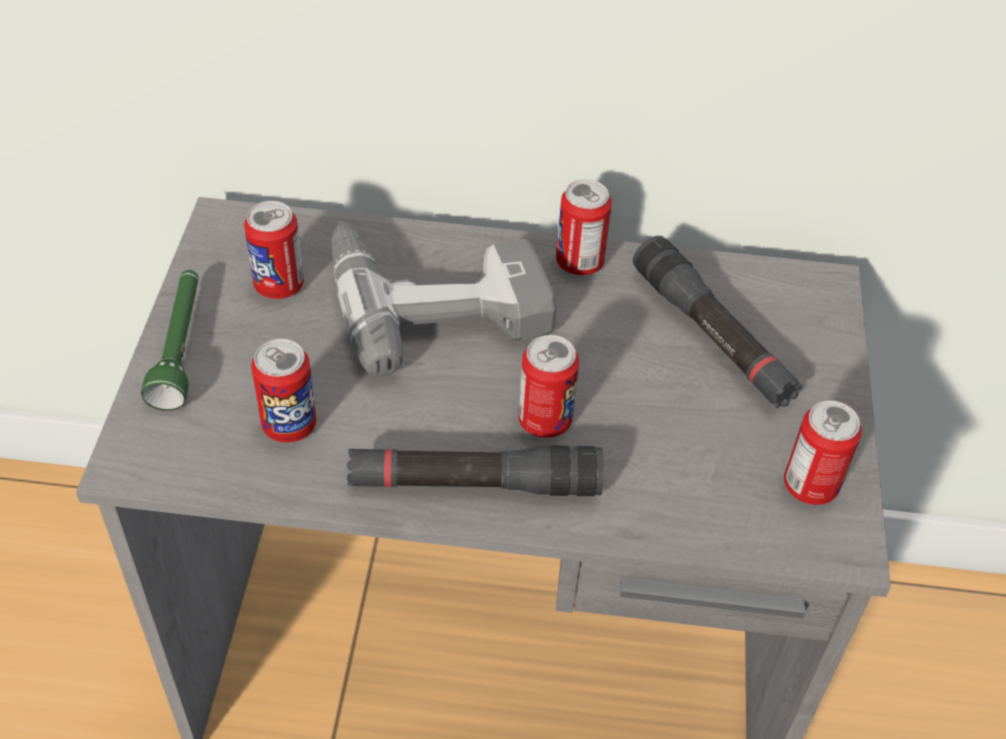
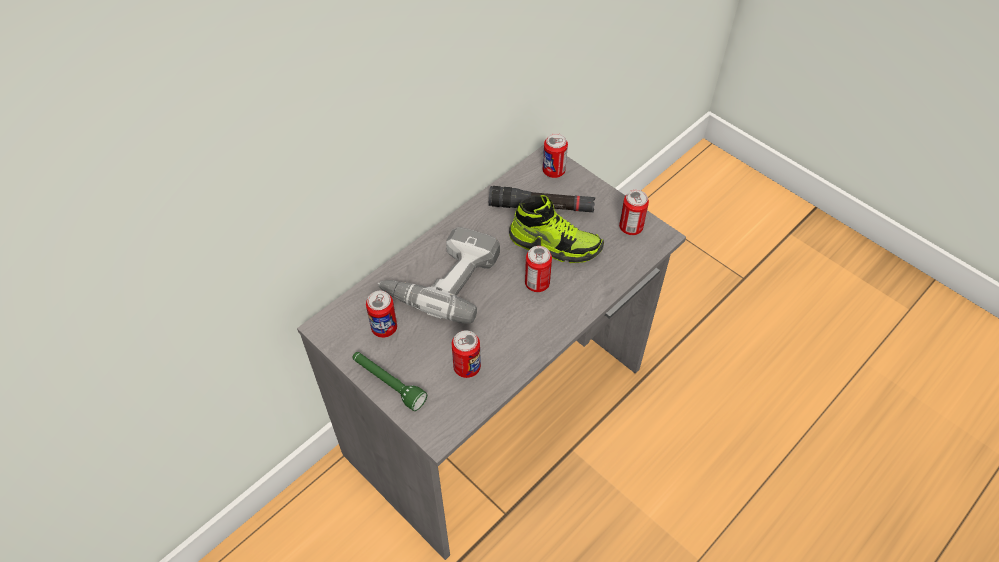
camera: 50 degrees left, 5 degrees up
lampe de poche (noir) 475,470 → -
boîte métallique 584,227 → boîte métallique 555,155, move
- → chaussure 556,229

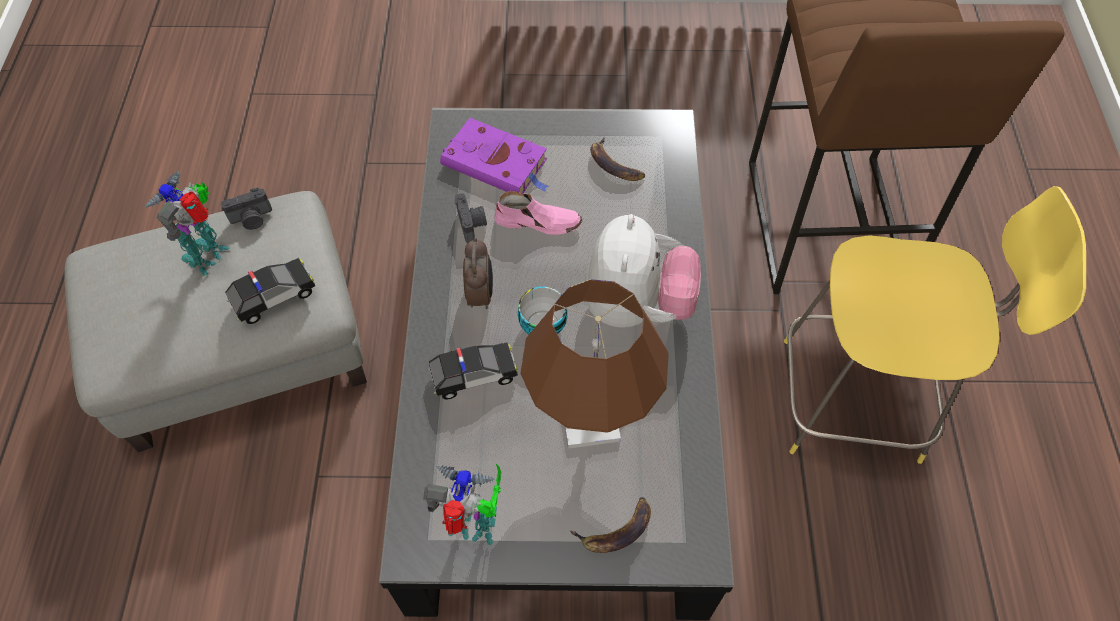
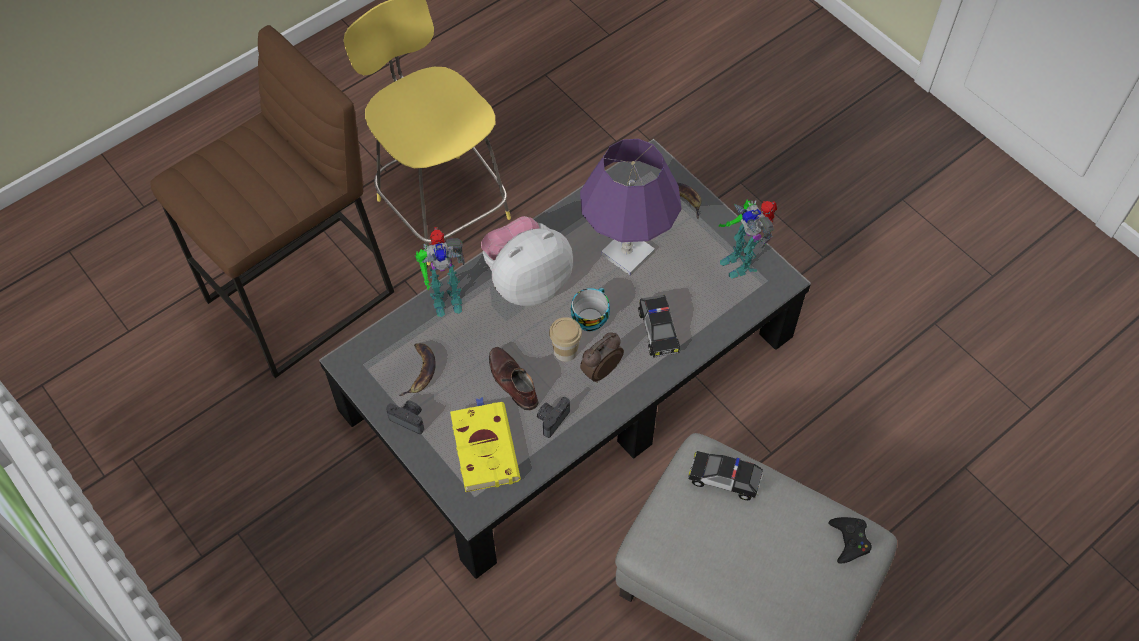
camera: 130 degrees left, 0 degrees up
robot jouet 187,223 → robot jouet 440,272, move
appareil photo 246,209 → appareil photo 405,417, move
petite voiture 473,371 → petite voiture 659,326, 135 degrees counterclockwise
livre (violet) 494,156 → livre (jaune) 485,444
chaussure (rose) 538,213 → chaussure (marron) 514,379
lampe de table (marron) 594,364 → lampe de table (violet) 631,207
- → tasse 565,339
- → manette (noir) 850,540

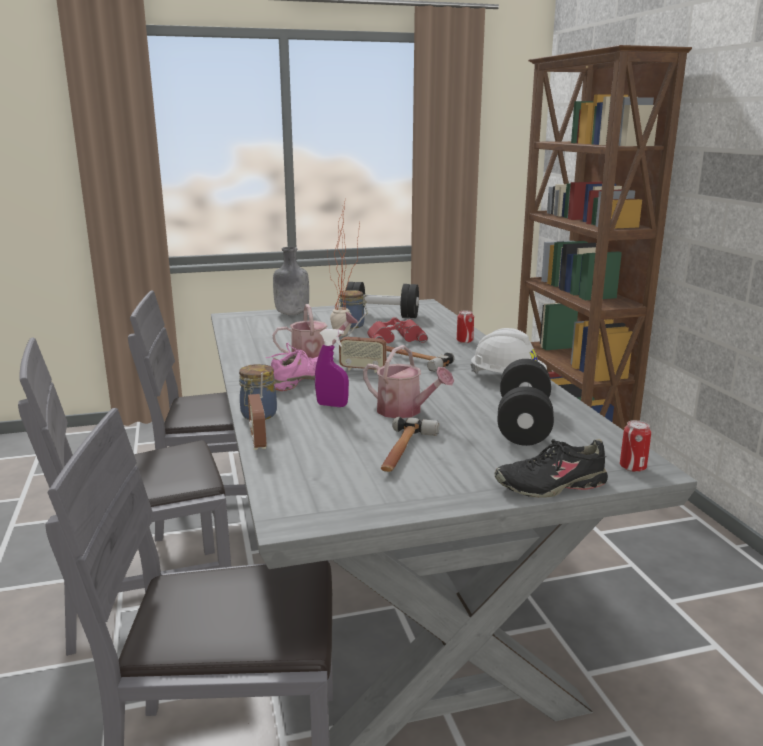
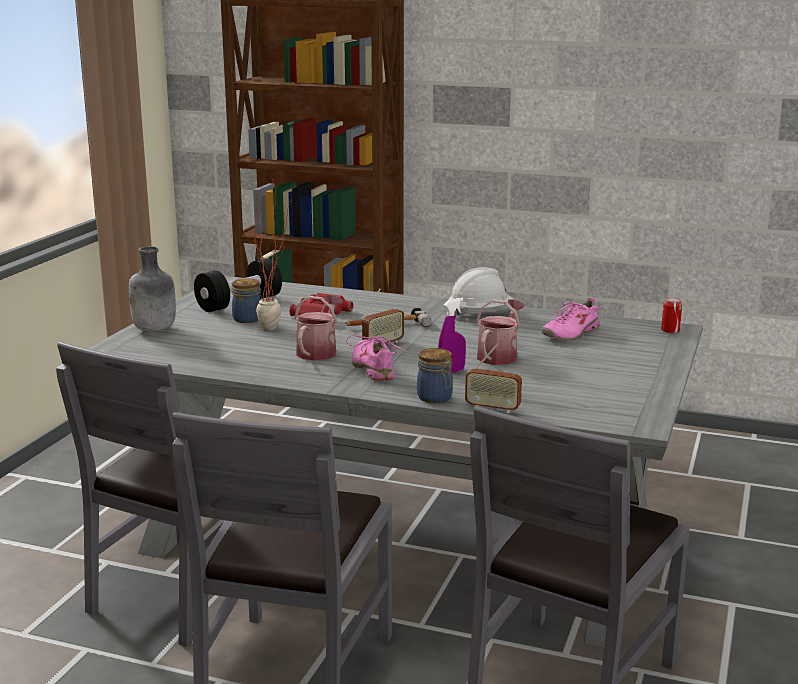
camera: 55 degrees left, 0 degrees up
arrosoir 408,381 → arrosoir 501,332, 45 degrees counterclockwise
marteau 410,444 → -
boîte métallique 465,327 → -
chaussure (noir) 551,468 → -
haltère (noir) 525,402 → chaussure (rose) 571,318

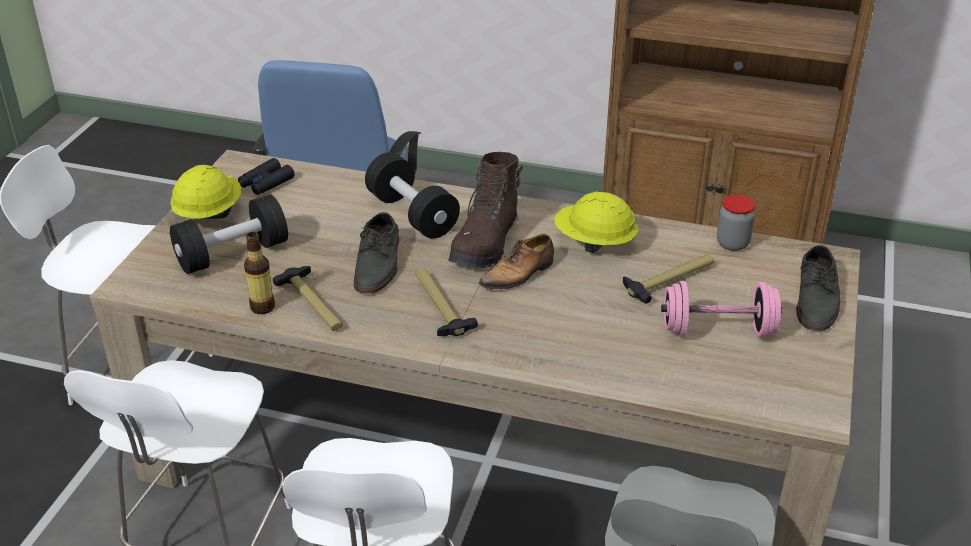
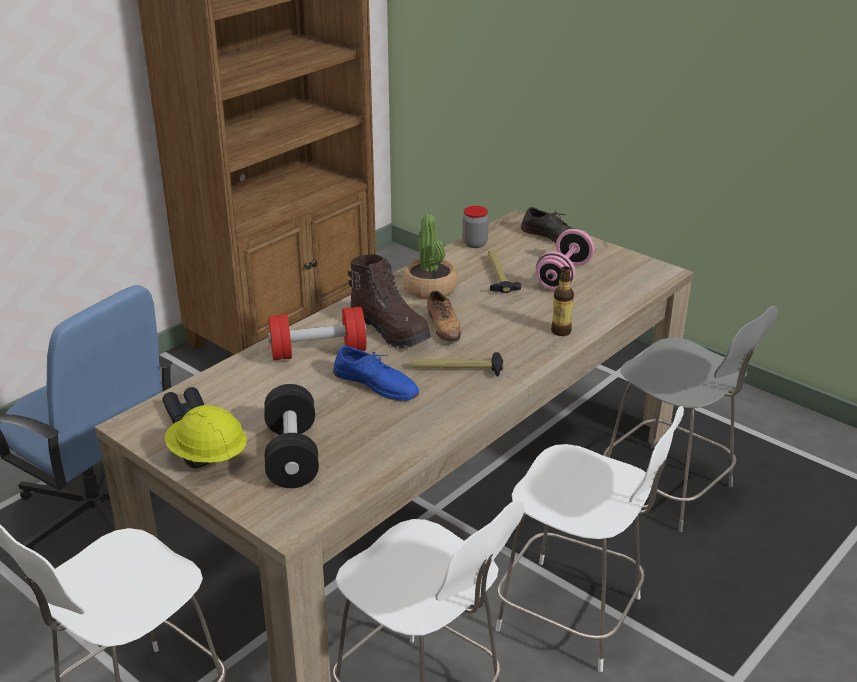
camera: 65 degrees left, 5 degrees down
bouteille 259,273 → bouteille 562,301, move
marteau 308,298 → -
chaussure (gris) 376,252 → chaussure (bleu) 376,373
haltère (noir) 412,195 → haltère (rouge) 317,333
casque de chantier (jaune) 596,222 → plante en pot 430,257

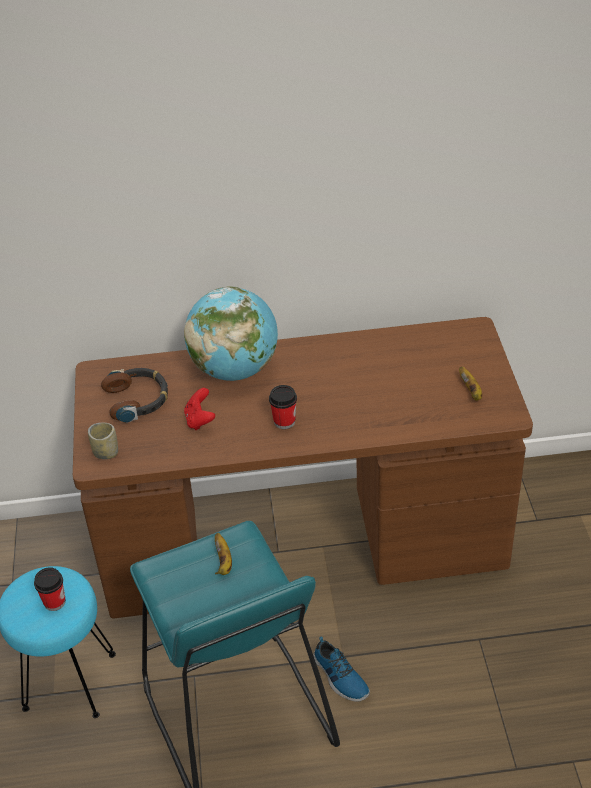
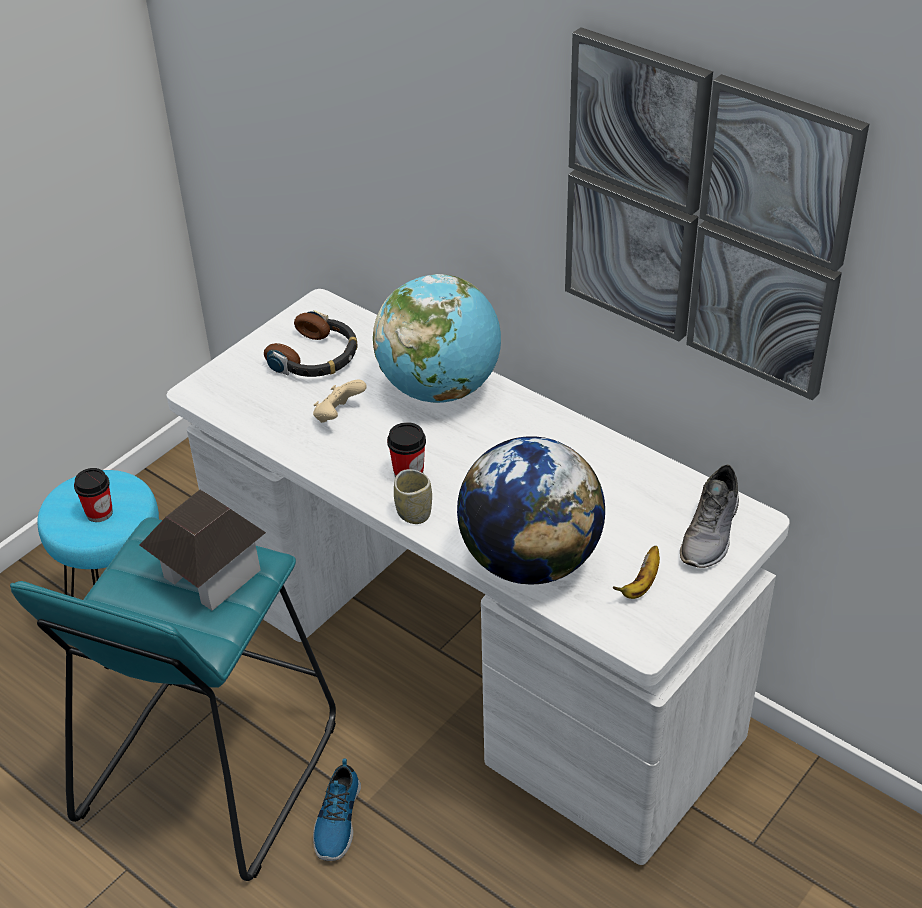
camera: 45 degrees right, 0 degrees up
bureau (marron) 303,467 → bureau (blanc) 478,577
tasse 103,441 → tasse 413,496, move
manette (rouge) 199,409 → manette (beige) 340,401
banane 223,554 → maison miniature 203,550
- → globe 531,511
- → tableau 717,214
- → chaussure (gris) 709,516

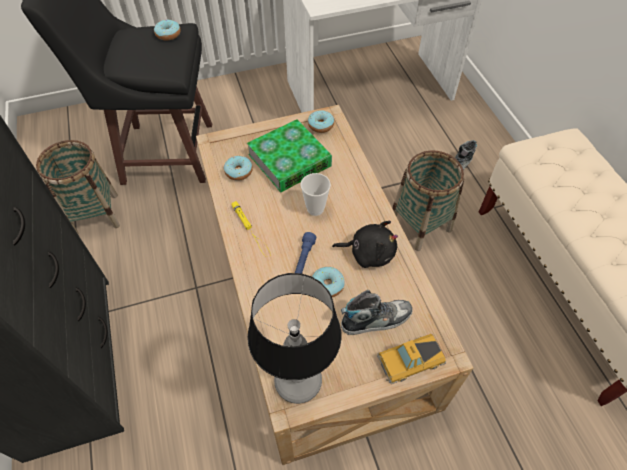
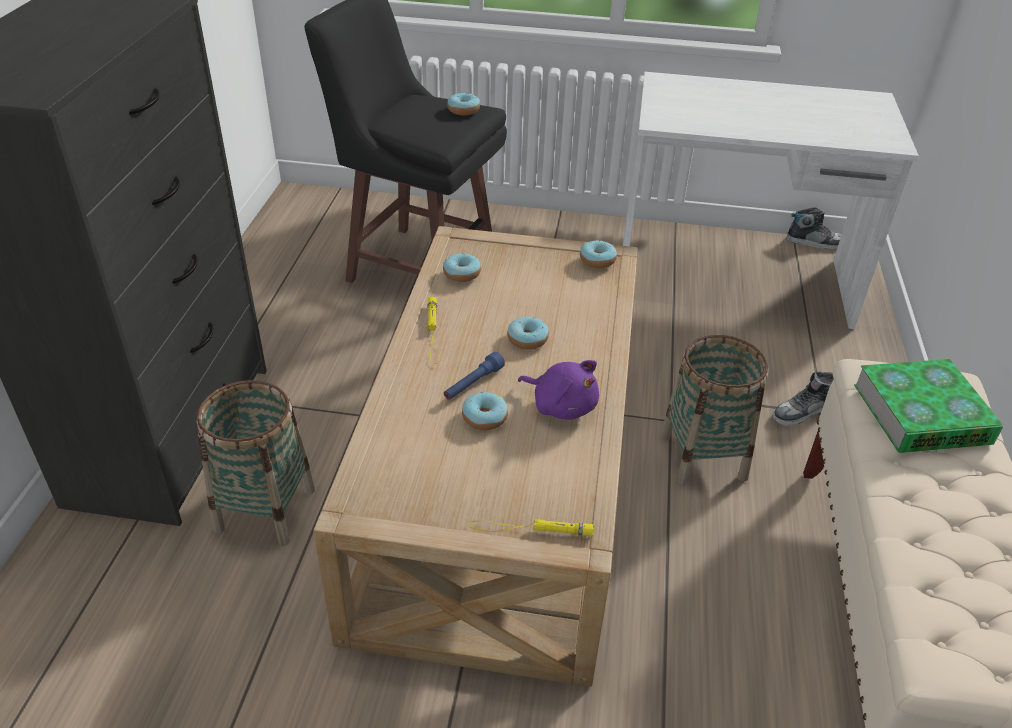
camera: 25 degrees right, 15 degrees down
panier 78,187 → panier 256,463, move
livre 289,155 → livre 928,406, move
lampe de table 295,338 → -
tasse 316,194 → beignet 528,333
peluche (noir) 365,244 → peluche (violet) 558,390
chaussure 377,312 → chaussure 814,228, move
petite voiture 411,359 → lampe de poche (jaune) 531,527

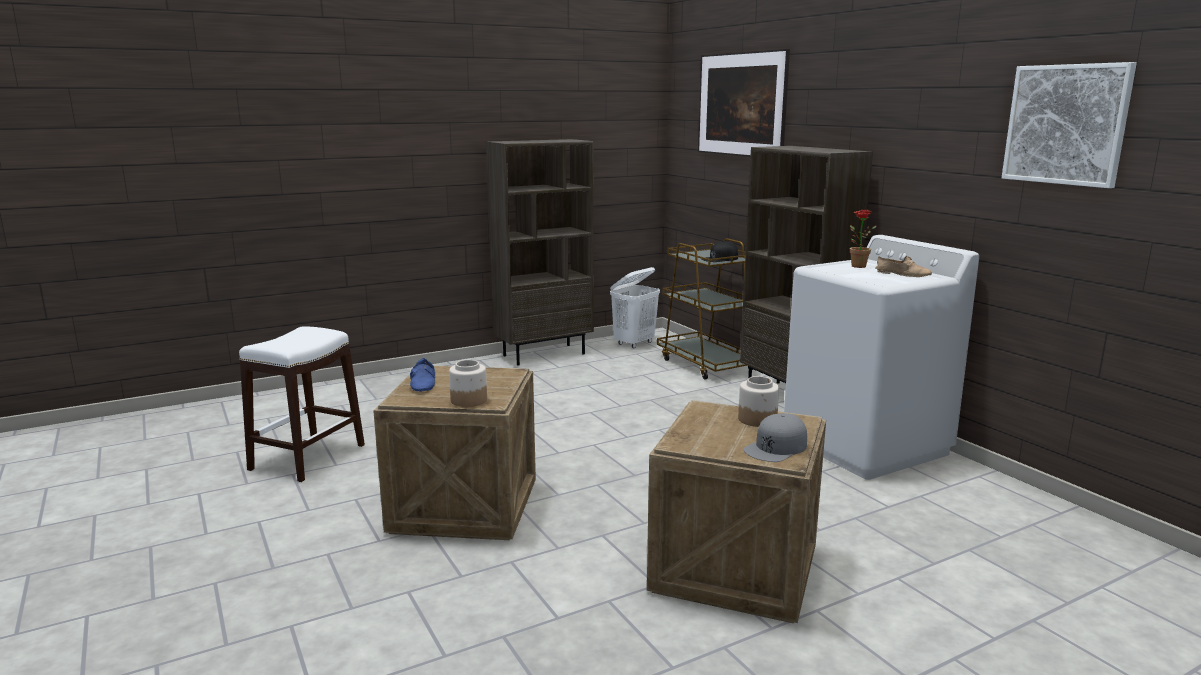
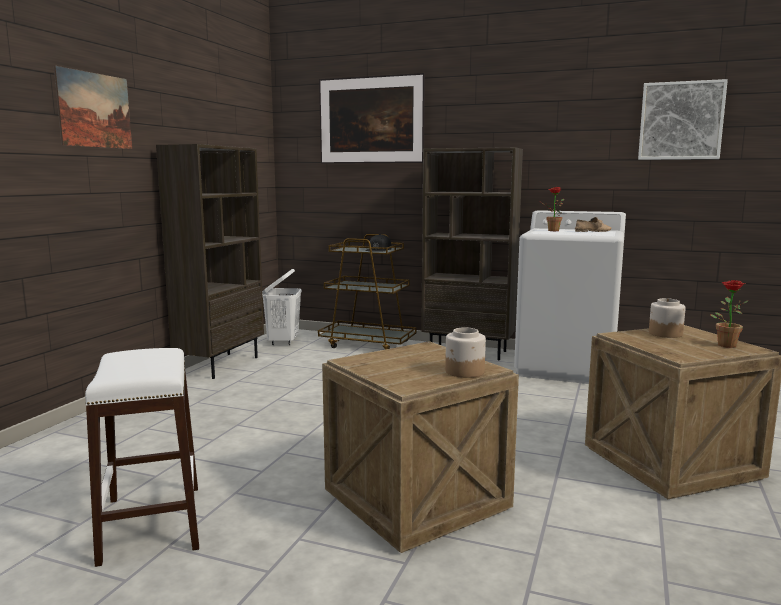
camera: 40 degrees left, 5 degrees down
chaussure (bleu) 422,375 → -
casquette (gris) 775,437 → plante en pot 730,314
- → tableau 93,107

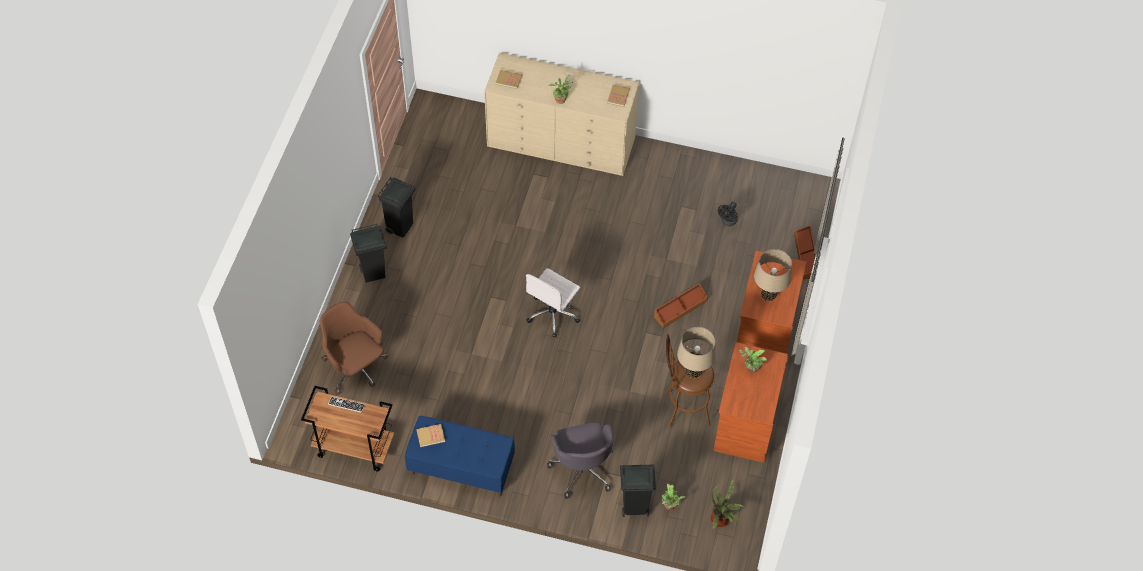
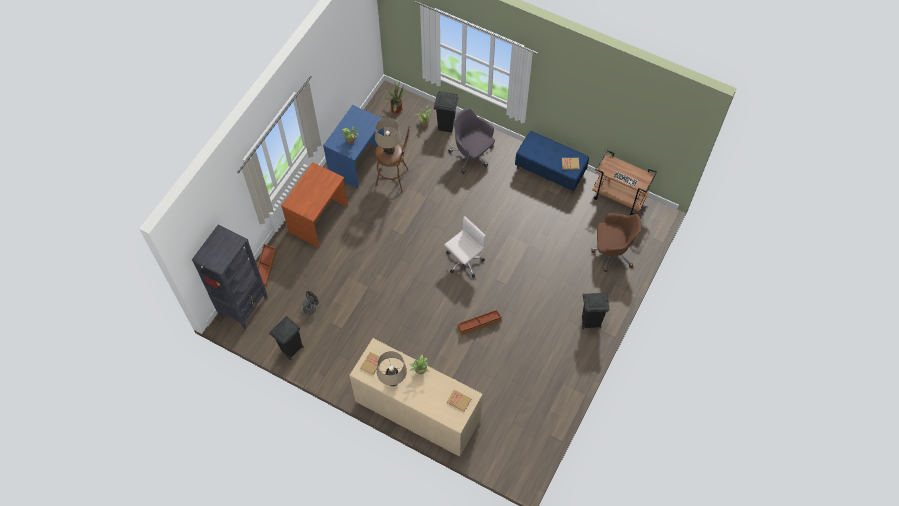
camera: 165 degrees left, 5 degrees up
chaise de bureau (marron) 354,348 → chaise de bureau (marron) 616,242, 60 degrees counterclockwise
poubelle (noir) 396,207 → poubelle (noir) 286,338, move
chaise de bureau (gris) 580,461 → chaise de bureau (gris) 471,141, 45 degrees counterclockwise
boîte de rangement (marron) 681,305 → boîte de rangement (marron) 479,323, move
bureau (marron) 750,402 → bureau (bleu) 353,146
lampe de table (beige) 773,275 → lampe de table (beige) 392,369, move
- → bibliothèque (noir) 230,277

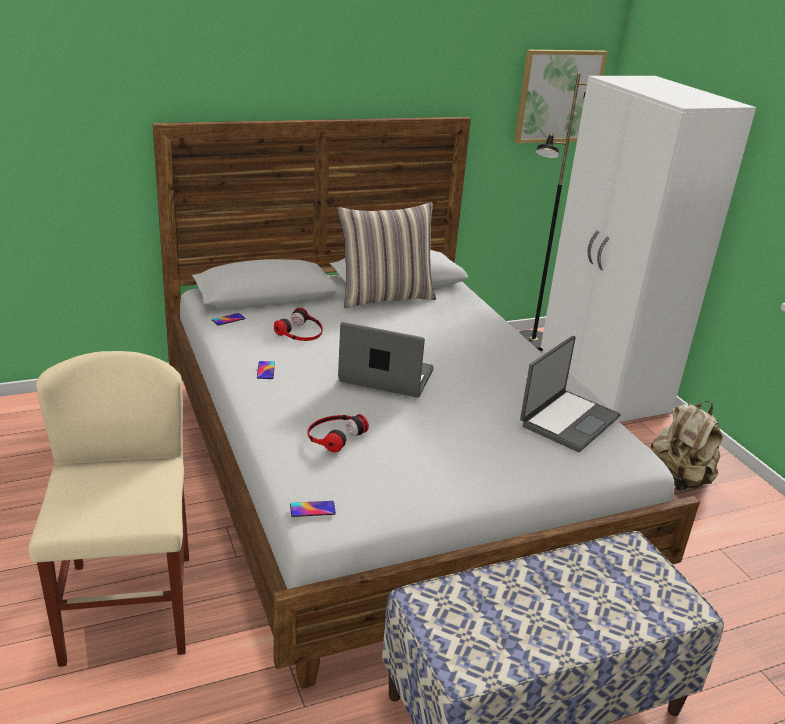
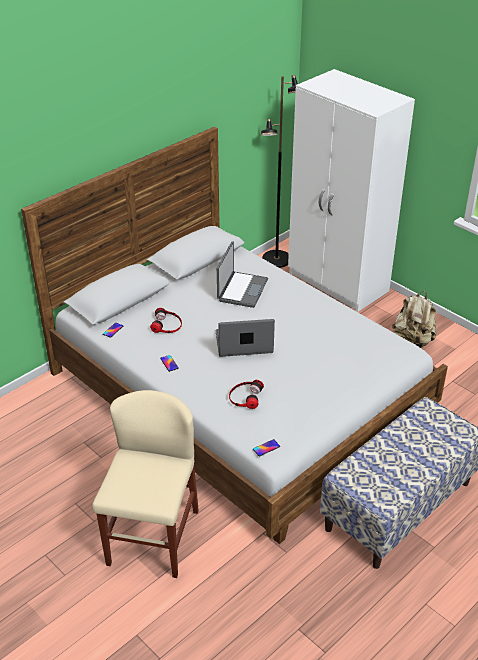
camera: 20 degrees left, 10 degrees up
chaise (beige) 109,509 → chaise (beige) 145,484, 45 degrees clockwise
coussin 386,255 → -
tableau 560,96 → -
ordinateur portable 570,394 → ordinateur portable 242,274, move

